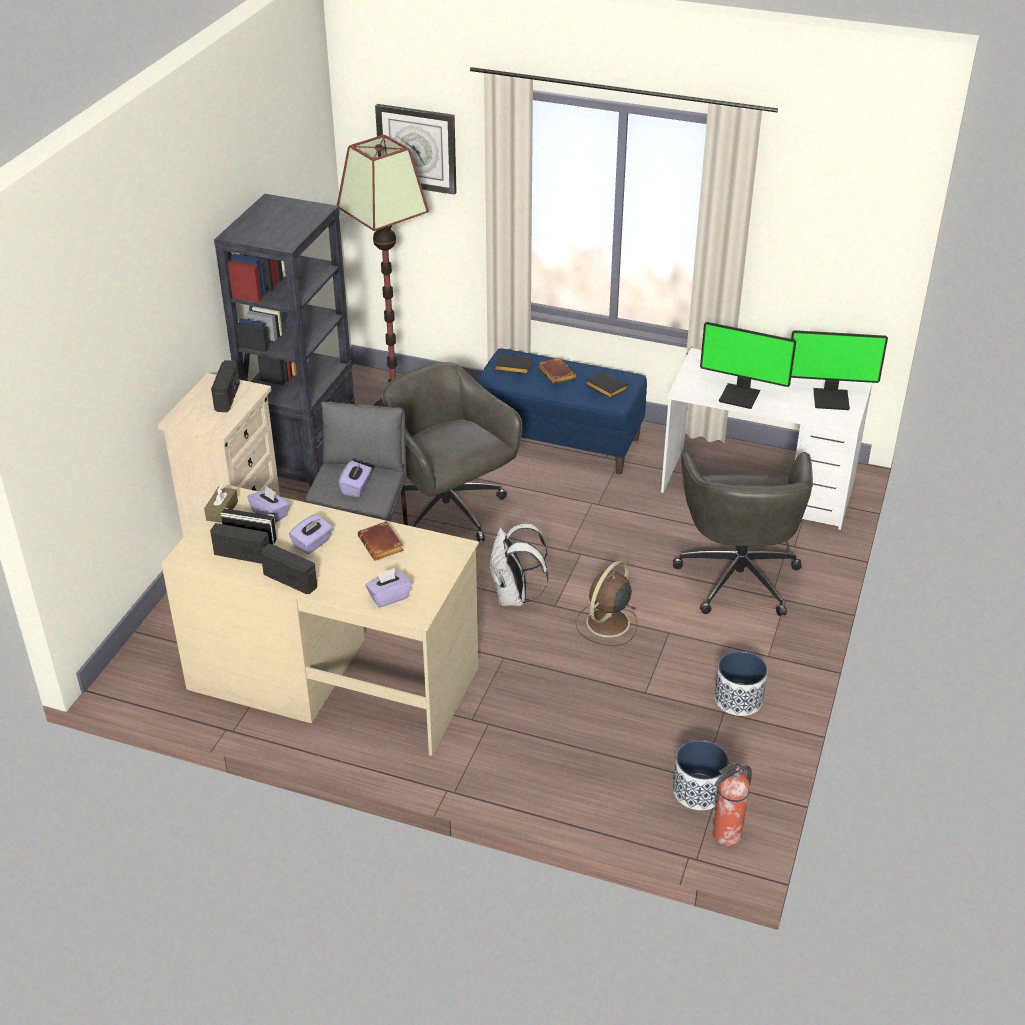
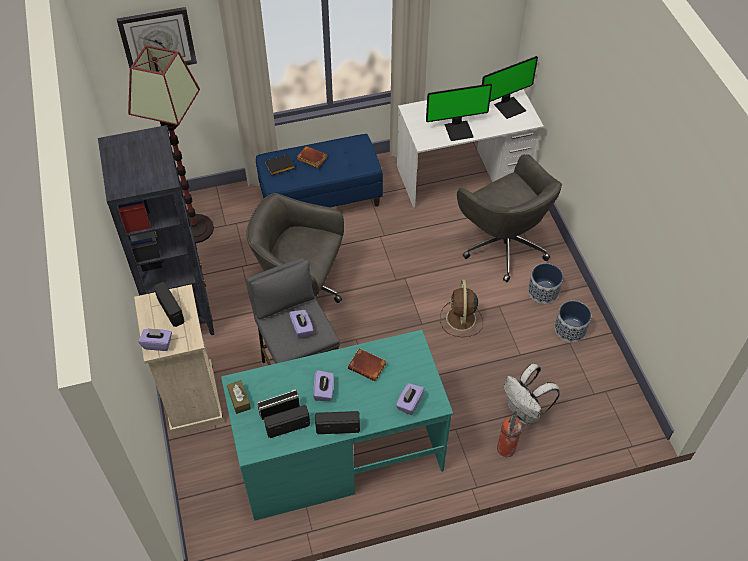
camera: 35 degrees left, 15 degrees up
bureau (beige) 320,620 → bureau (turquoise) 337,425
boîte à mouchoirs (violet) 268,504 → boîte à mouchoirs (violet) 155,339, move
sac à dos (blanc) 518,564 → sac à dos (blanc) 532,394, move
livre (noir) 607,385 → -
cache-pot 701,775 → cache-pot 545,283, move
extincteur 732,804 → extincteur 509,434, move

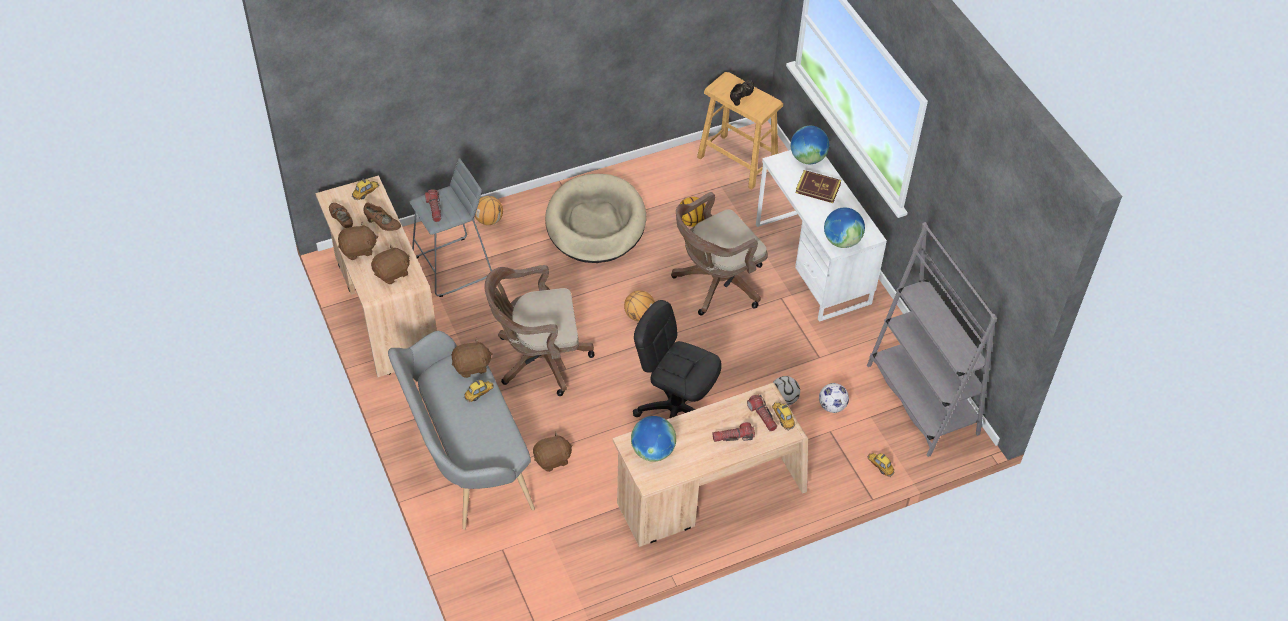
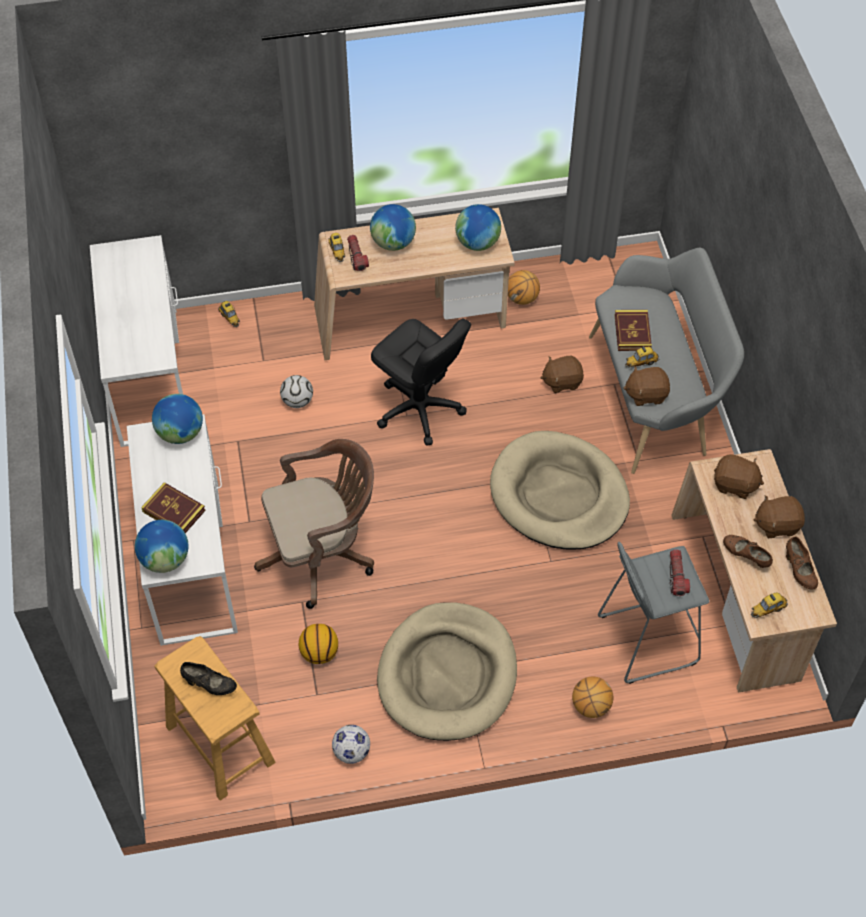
camera: 165 degrees left, 5 degrees up
peluche (marron) 390,264 → peluche (marron) 739,476, 135 degrees counterclockwise
chaise de bureau (marron) 539,330 → panier pour chien (beige) 560,490
ballon de basket 639,305 → ballon de basket 524,287, move
lampe de poche 734,432 → globe 393,227
chaussure (noir) 742,93 → chaussure (noir) 208,678, 120 degrees counterclockwise
ballon de foot 834,398 → ballon de foot 351,744, move
bibliothèque (gris) 932,339 → bureau (blanc) 136,341
- → livre 633,330

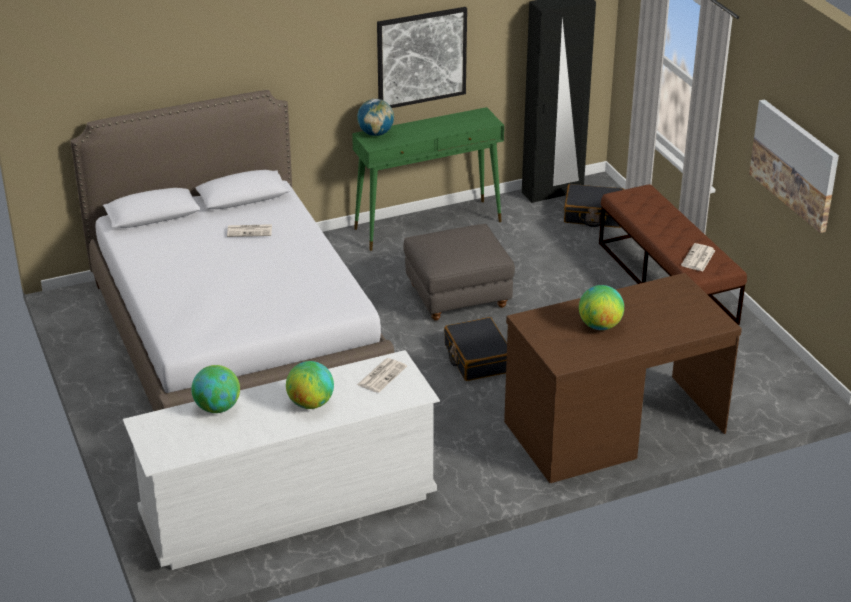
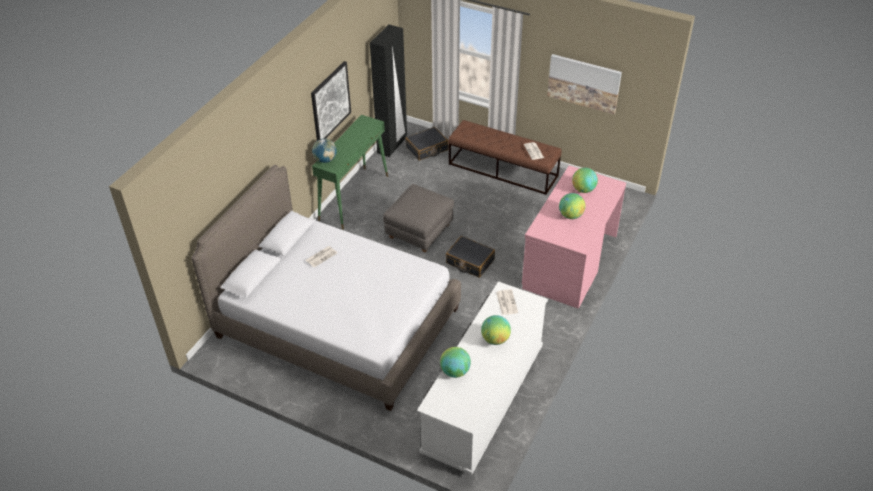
camera: 40 degrees left, 10 degrees up
bureau (marron) 623,378 → bureau (rose) 574,237
- → globe 585,180

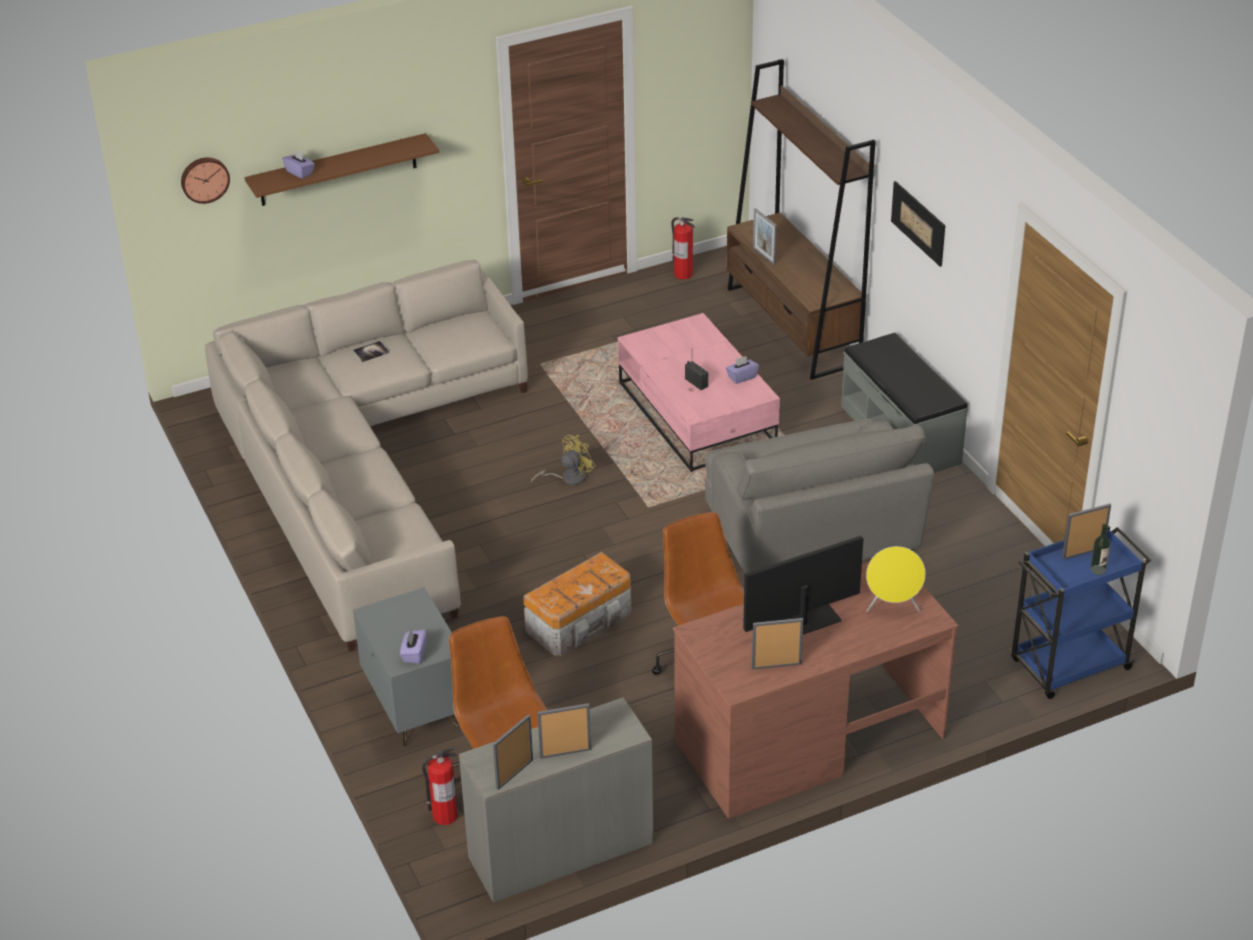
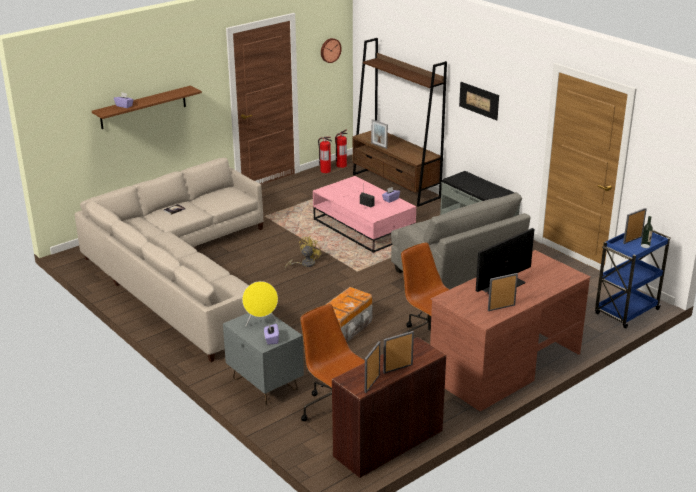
camera: 15 degrees left, 10 degrees down
horloge murale 205,181 → horloge murale 331,50, move
extincteur 440,785 → extincteur 341,148, move
bureau (gris) 556,800 → bureau (marron) 389,407
enceinte (jaune) 896,579 → enceinte (jaune) 260,303, move

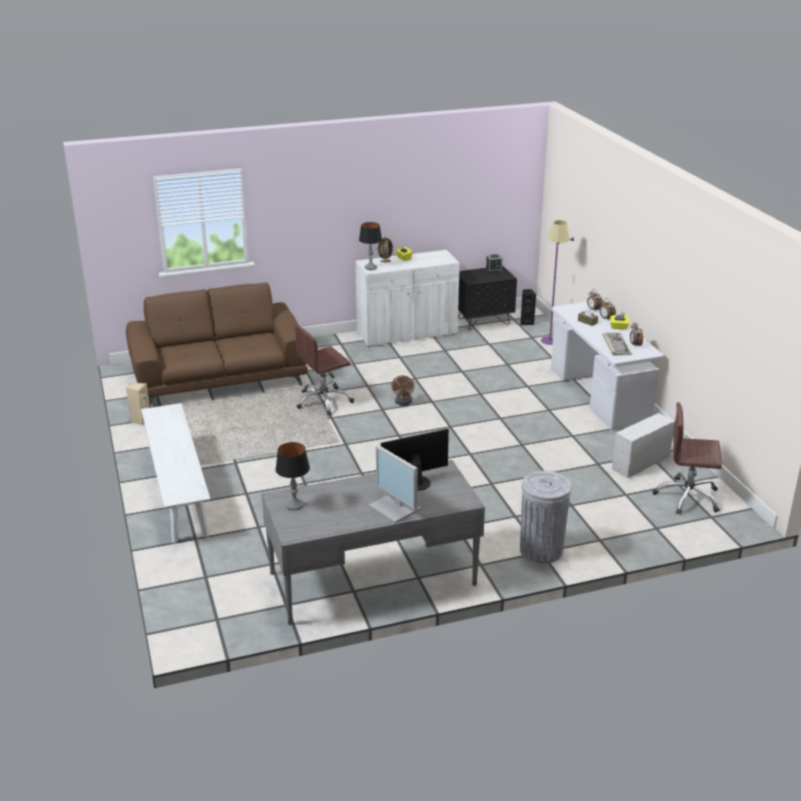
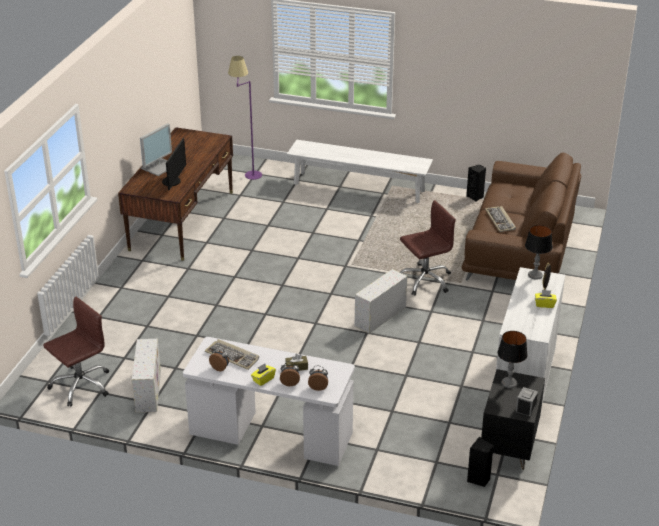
camera: 125 degrees right, 5 degrees up
enceinte (beige) 138,404 → enceinte (noir) 476,183
bureau (gris) 373,542 → bureau (marron) 175,194
lampe de table 292,476 → lampe de table 513,359, move
chaise de bureau (marron) 324,369 → chaise de bureau (marron) 428,247, 60 degrees clockwise
écran d'ordinateur 395,484 → écran d'ordinateur 156,149, 135 degrees clockwise
ventilateur (marron) 402,390 → boîte de rangement (blanc) 381,301
poubelle (gris) 546,517 → -
lampadaire (violet) 557,282 → lampadaire (violet) 245,118, move
- → clavier 500,219

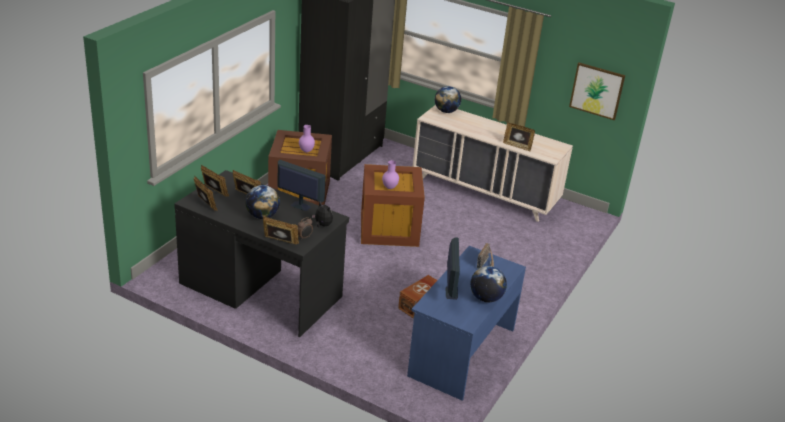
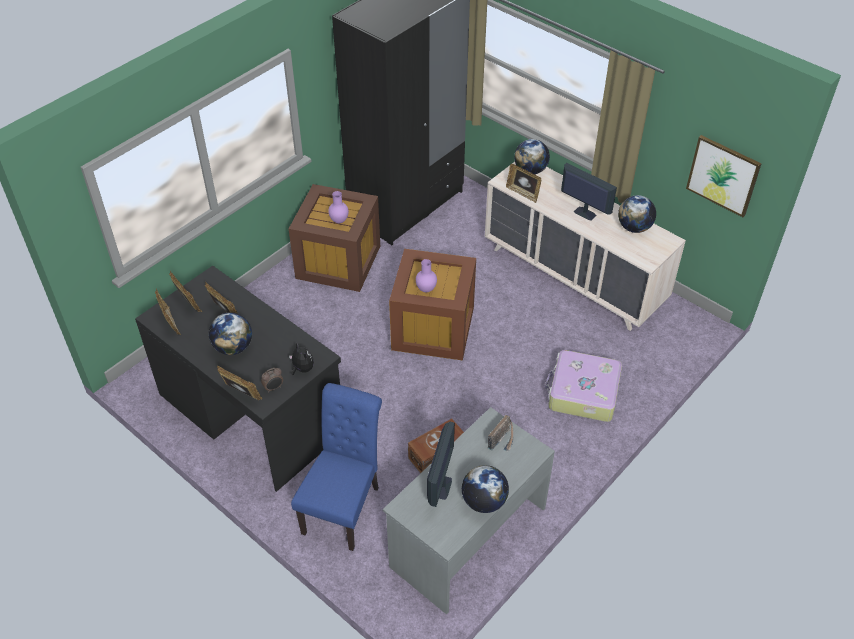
camera: 15 degrees right, 15 degrees up
écran d'ordinateur 301,185 → écran d'ordinateur 589,192, move
bureau (bleu) 466,323 → bureau (gris) 469,511
cadre photo 519,137 → cadre photo 523,183, move
- → chaise (bleu) 336,467
- → valise 583,386
- → globe 637,214

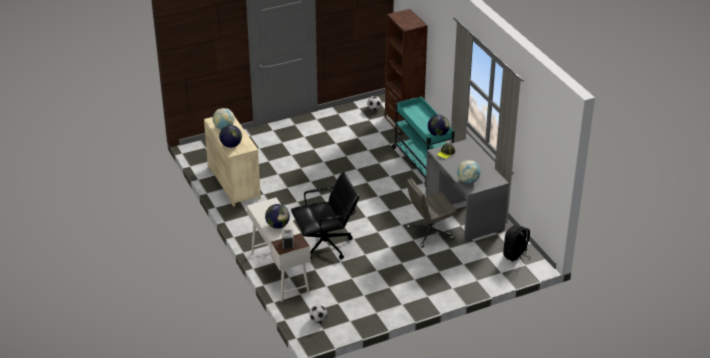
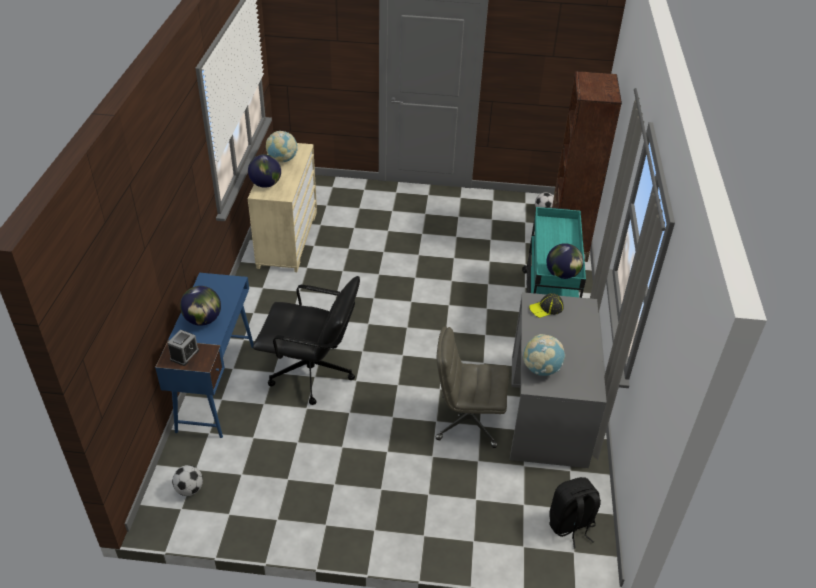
camera: 30 degrees right, 5 degrees up
bureau (blanc) 279,250 → bureau (bleu) 204,355

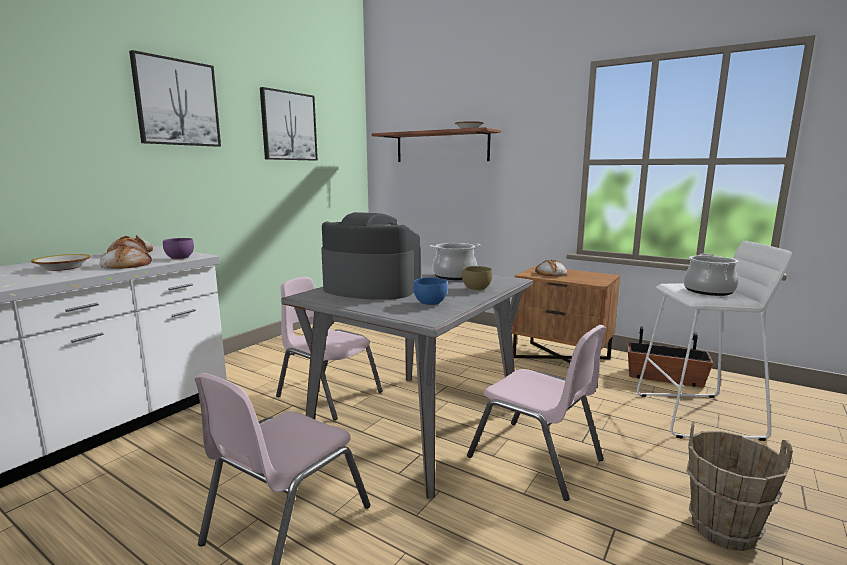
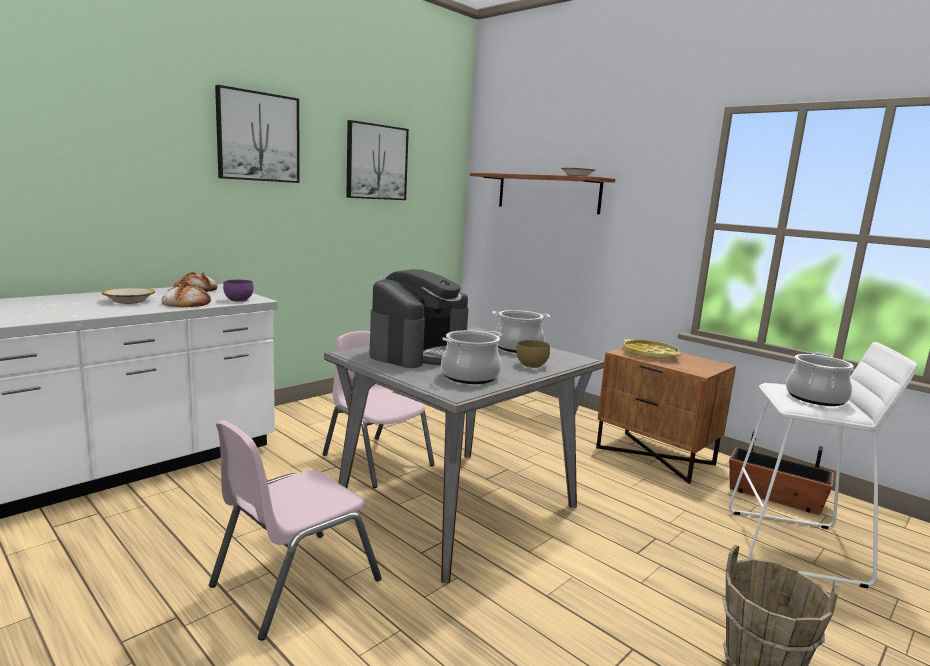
camera: 10 degrees right, 0 degrees up
machine à café 371,256 → machine à café 418,318, 90 degrees clockwise
bol (bleu) 430,292 → marmite 471,357
chaise (rose) 536,413 → -
pain 551,268 → plateau (jaune) 652,349

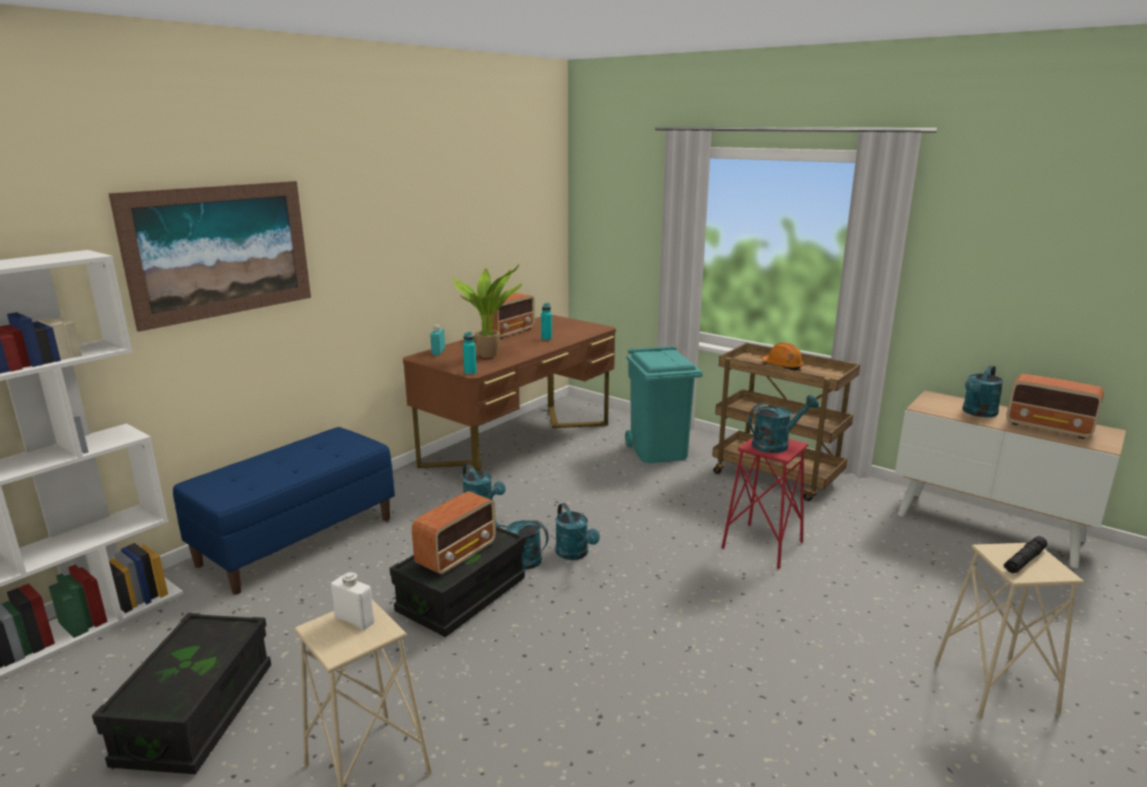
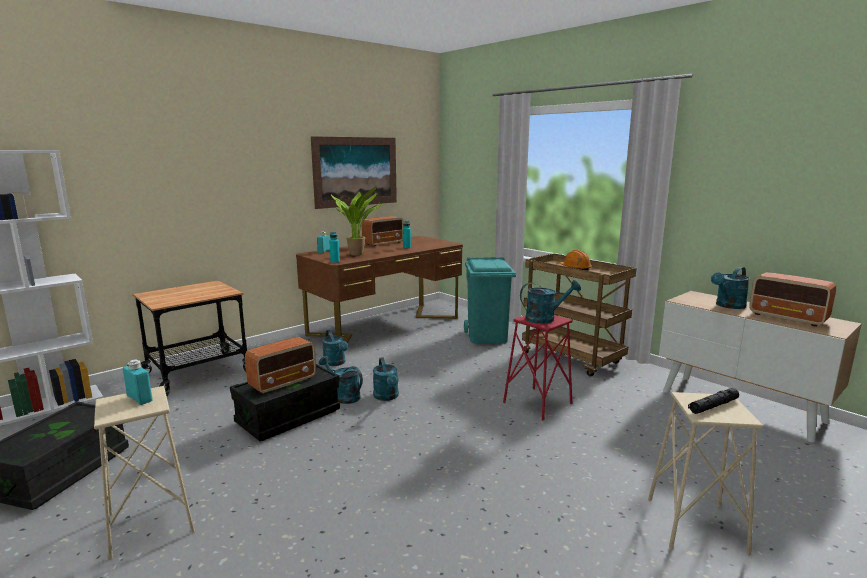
camera: 10 degrees right, 5 degrees down
tableau 209,256 → tableau 354,172, move
banc (bleu) 284,511 → chariot 190,338
bouteille (blanc) 352,601 → bouteille (turquoise) 137,382

